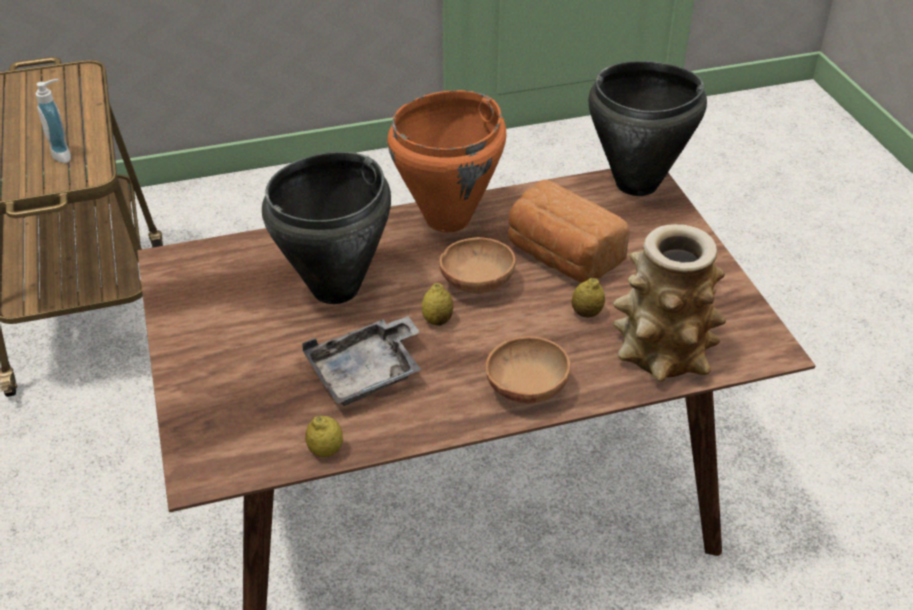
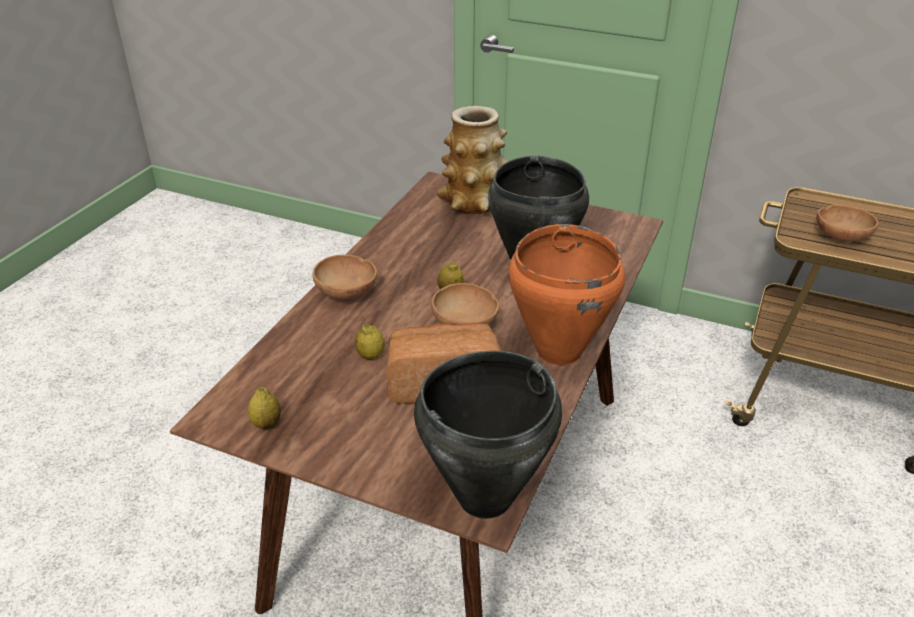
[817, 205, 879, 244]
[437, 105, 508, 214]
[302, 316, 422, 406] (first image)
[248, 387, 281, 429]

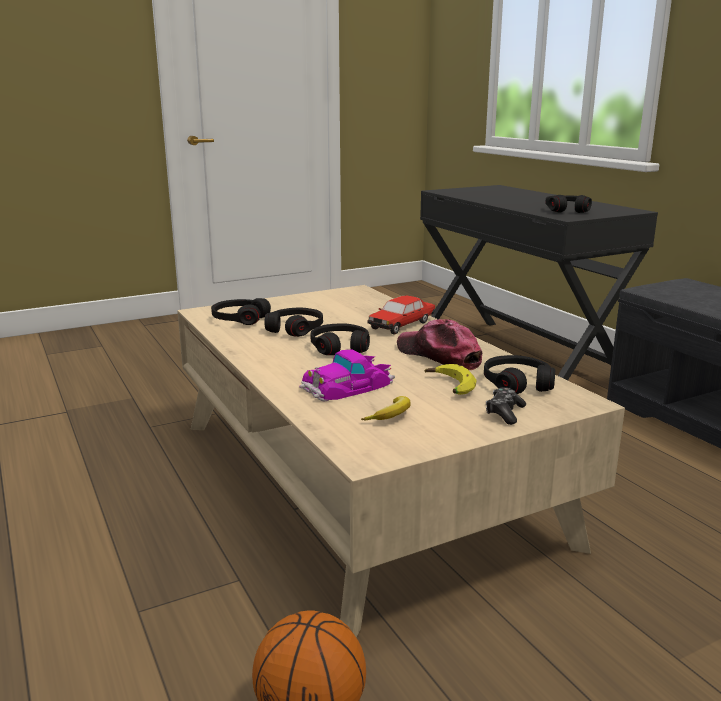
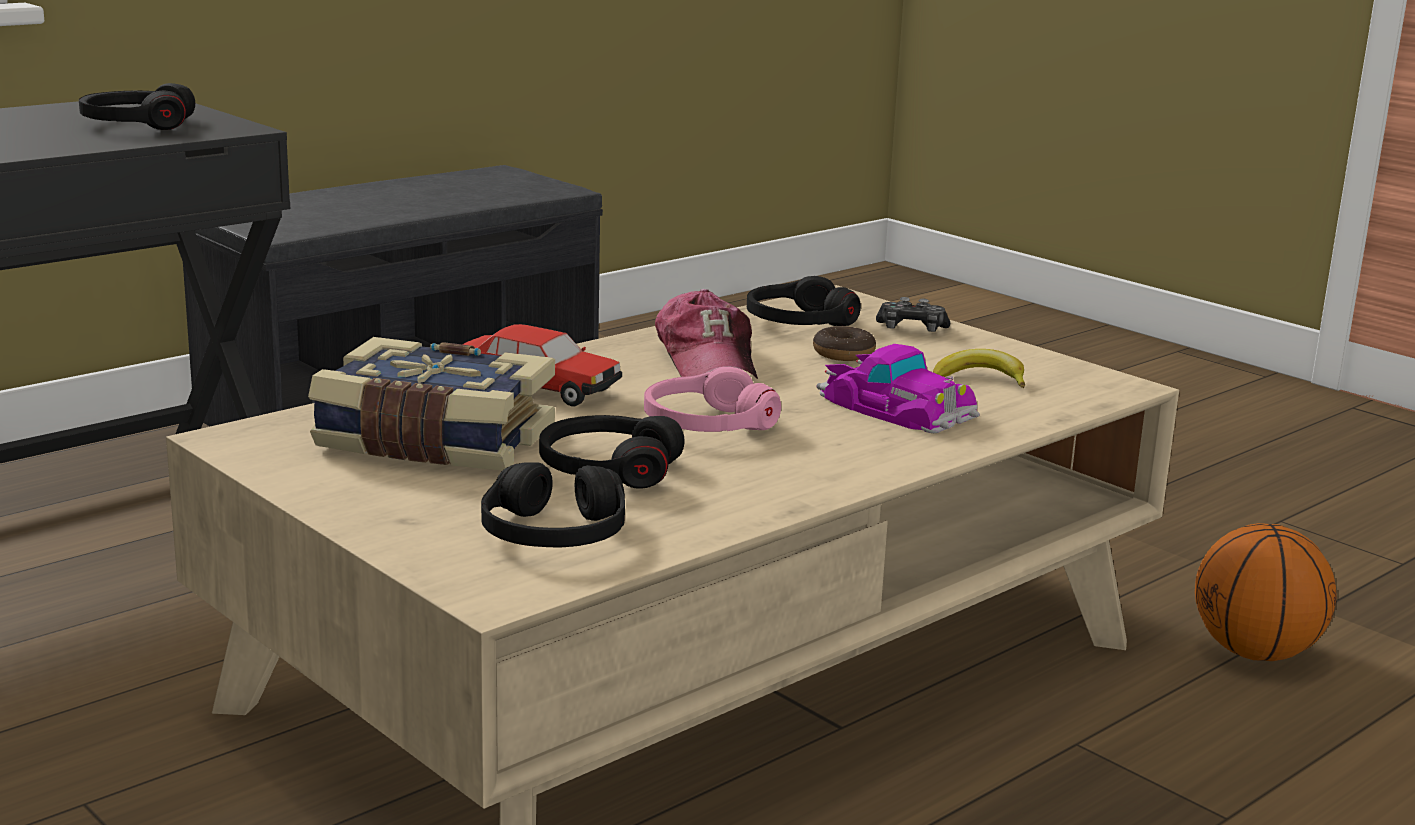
[655, 289, 758, 379]
[644, 367, 781, 432]
[813, 326, 876, 361]
[308, 337, 555, 471]

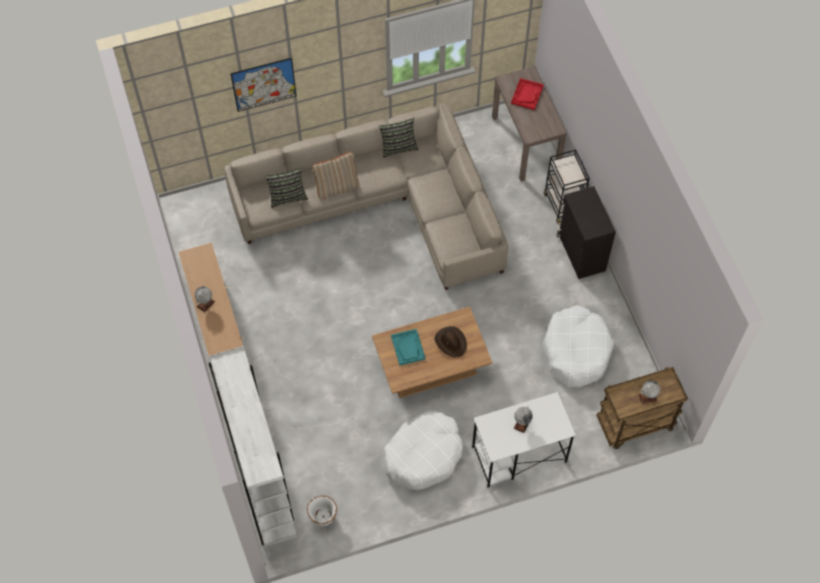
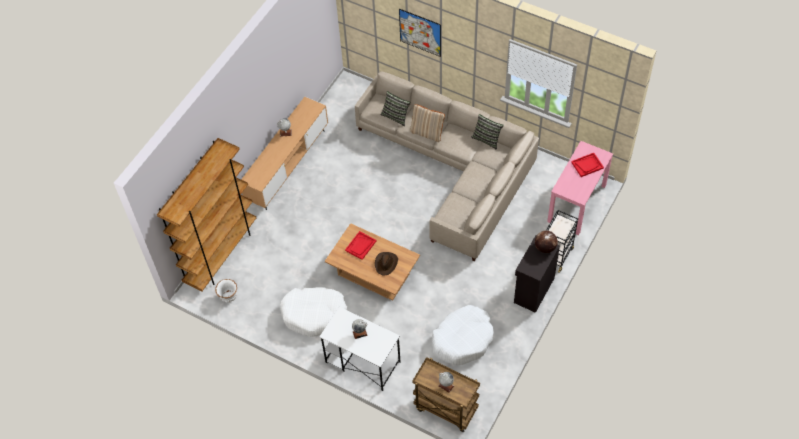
[547, 141, 613, 235]
[345, 231, 376, 260]
[157, 138, 256, 291]
[535, 230, 558, 253]

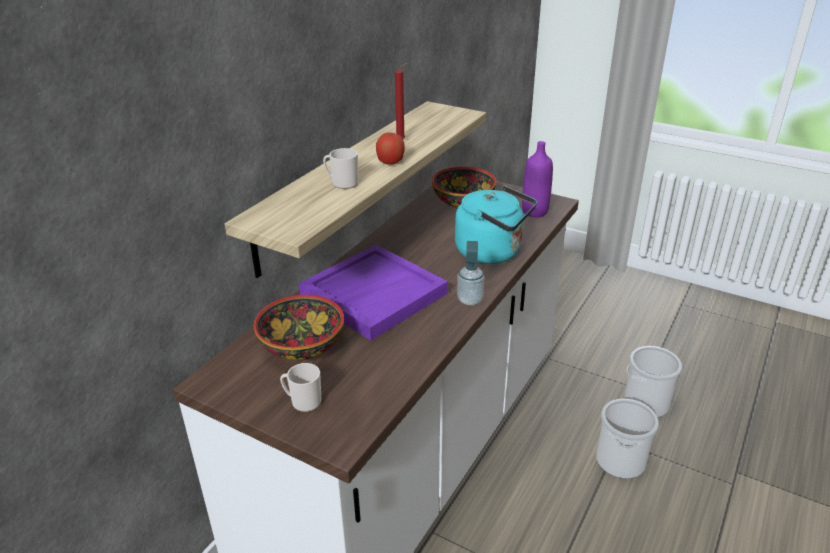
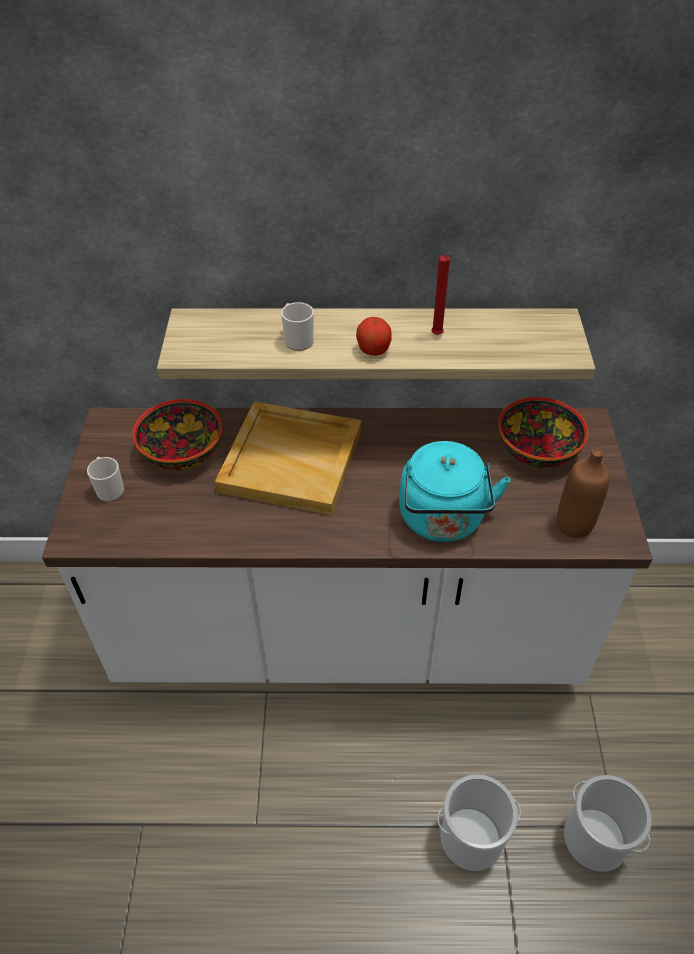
[557, 448, 610, 538]
[457, 241, 485, 305] (first image)
[215, 401, 361, 515]

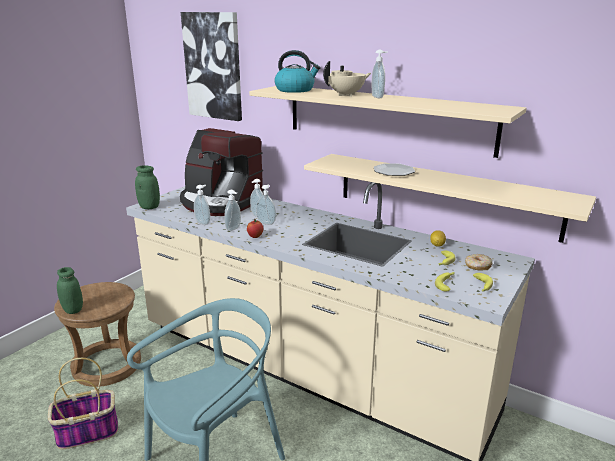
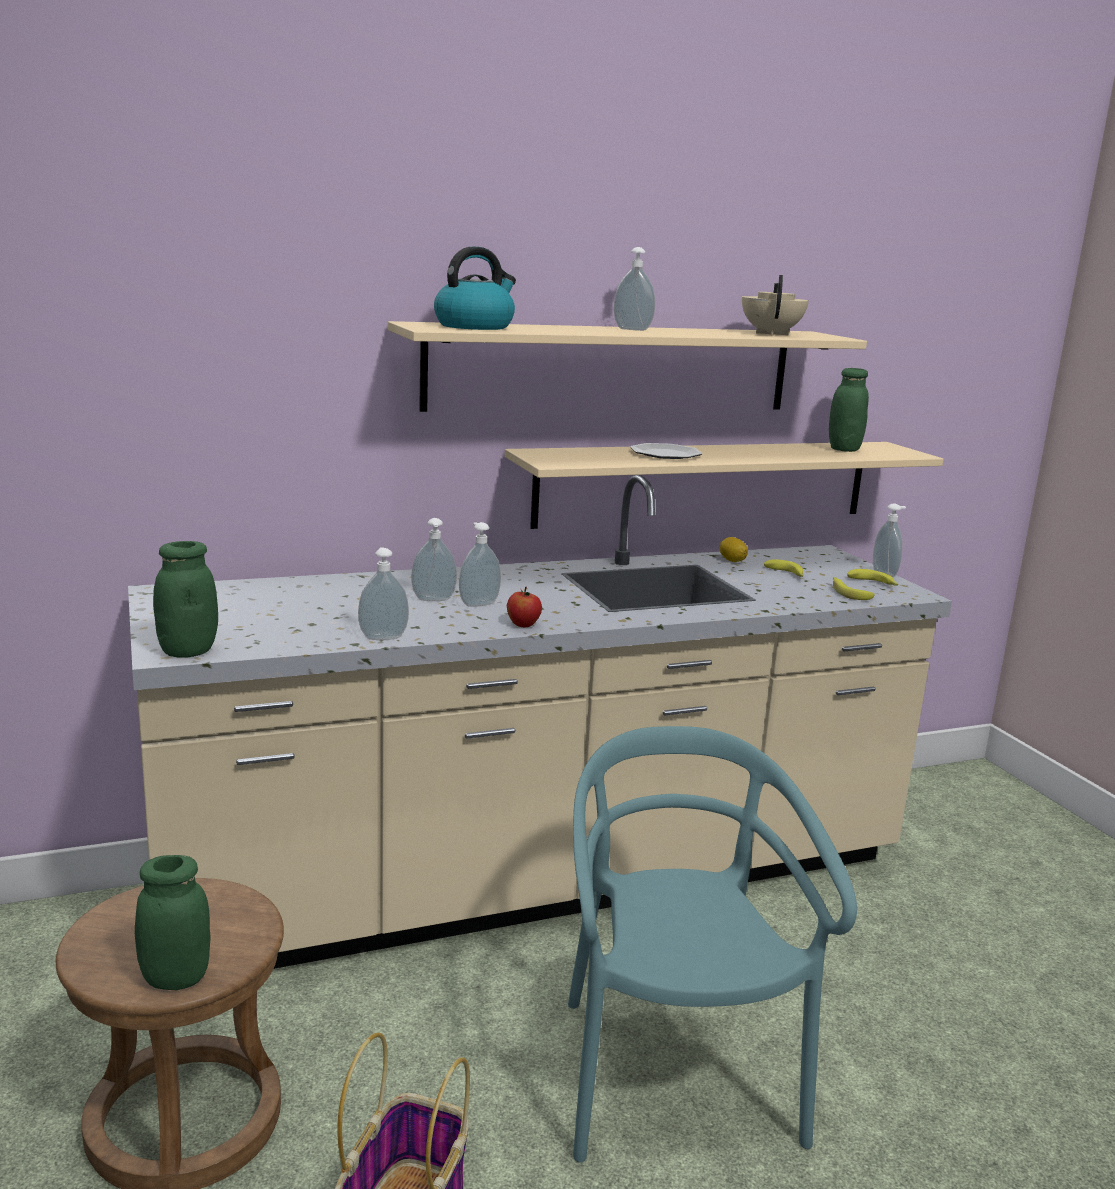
[181, 12, 242, 121] (first image)
[742, 275, 809, 335]
[180, 128, 265, 216] (first image)
[873, 503, 906, 577]
[465, 254, 492, 271] (first image)
[829, 368, 869, 452]

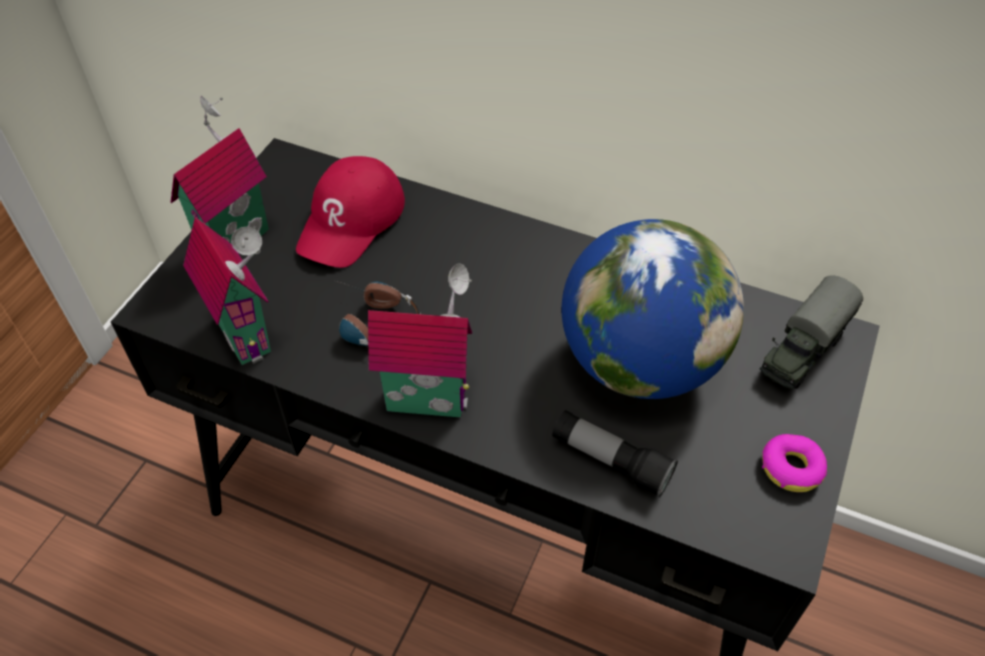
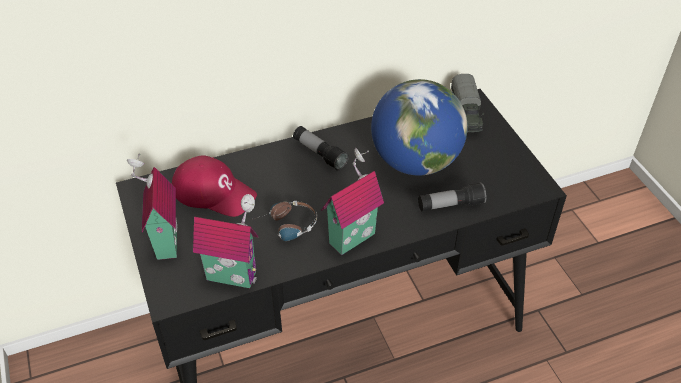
[171, 155, 257, 217]
[762, 434, 827, 492] (first image)
[293, 126, 349, 171]

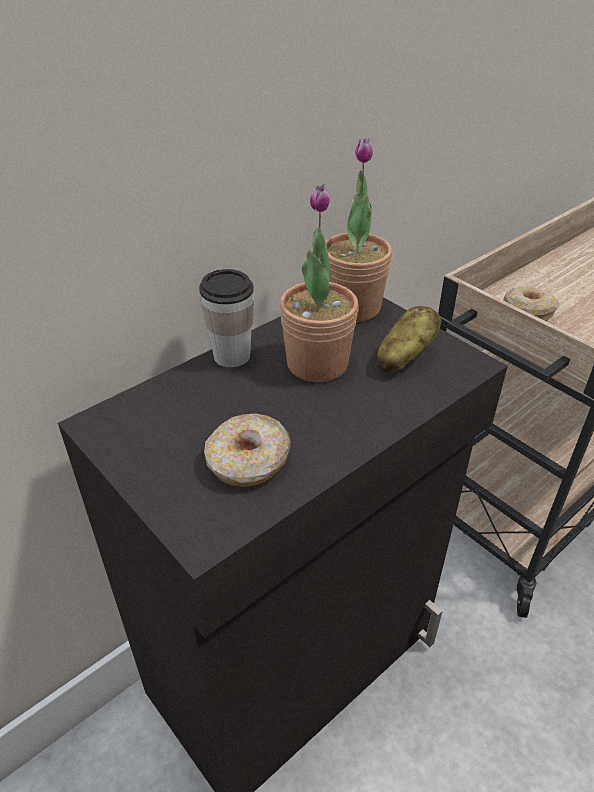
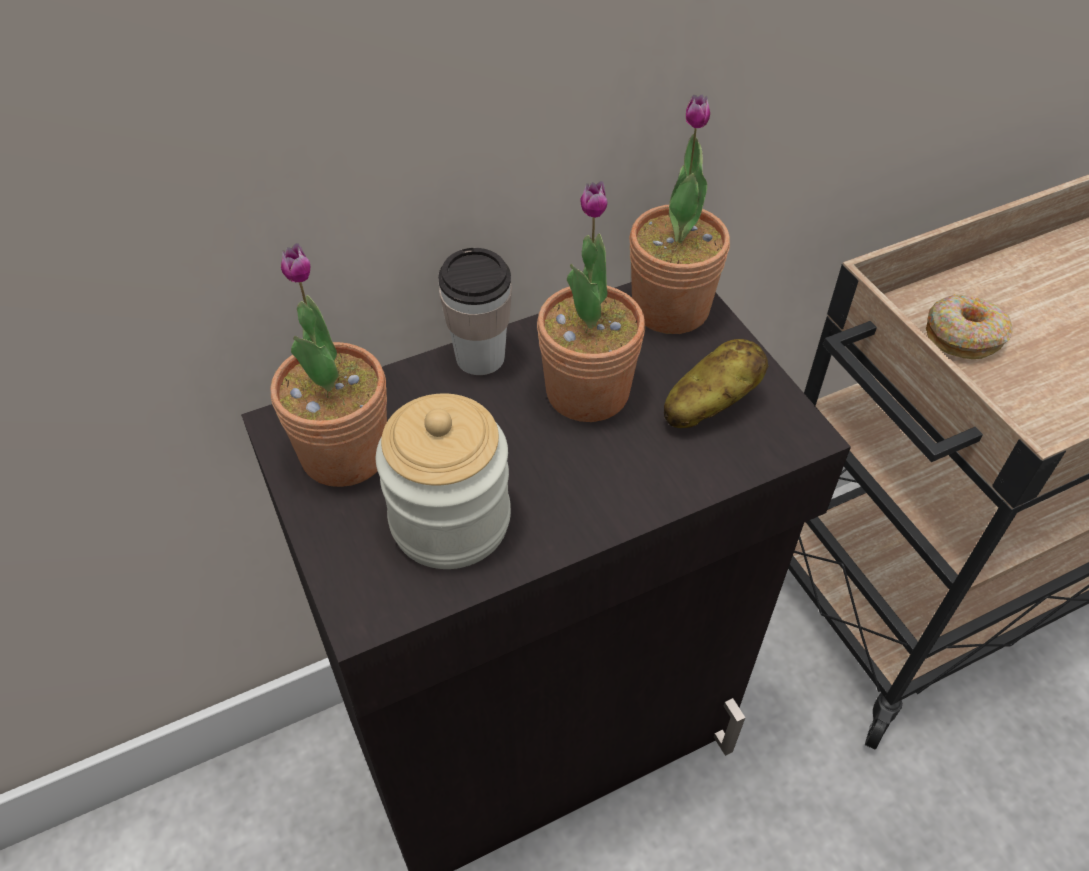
[376, 393, 511, 569]
[270, 243, 387, 487]

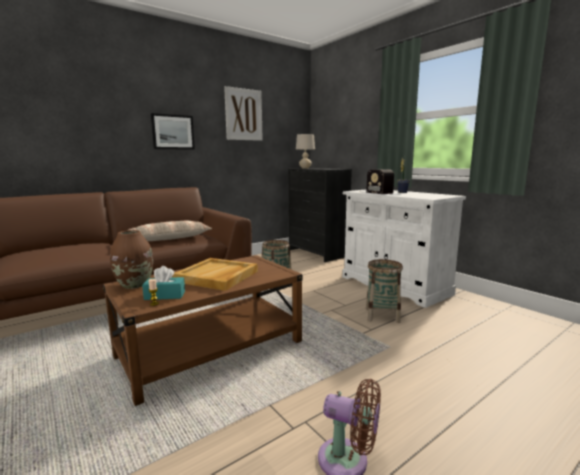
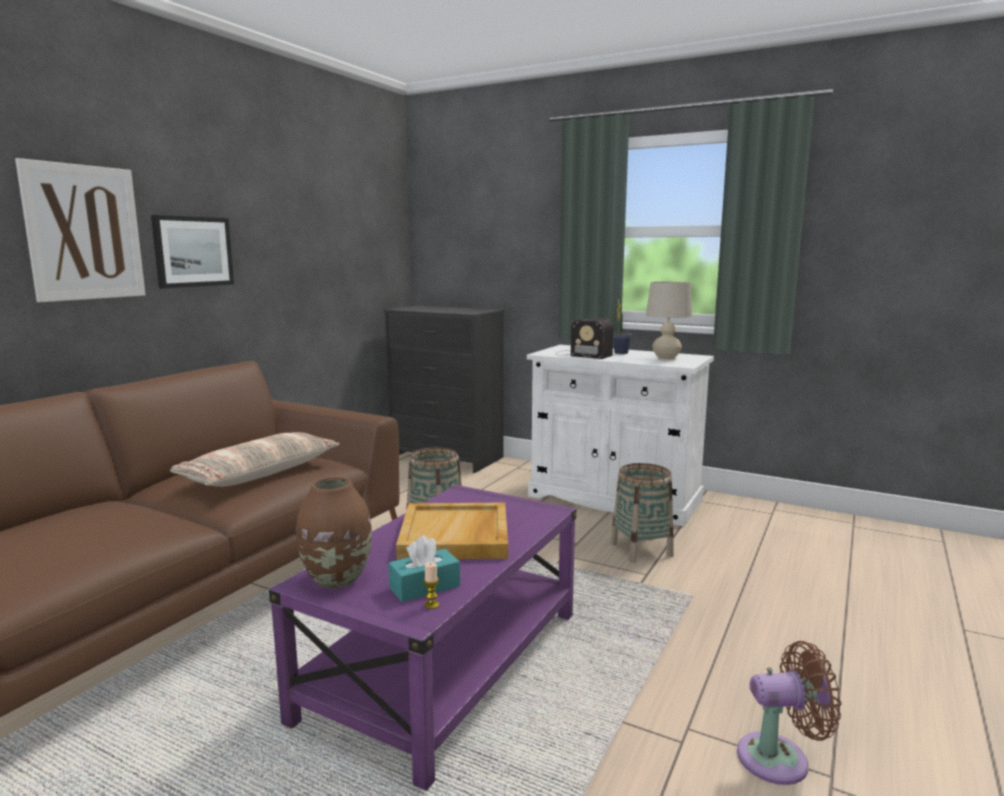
[15, 158, 146, 302]
[646, 281, 692, 360]
[269, 485, 576, 791]

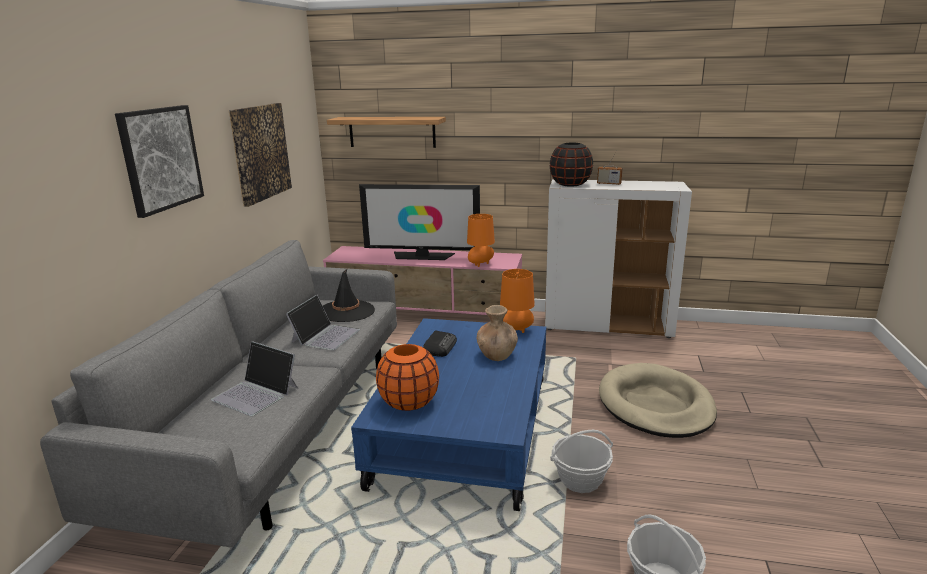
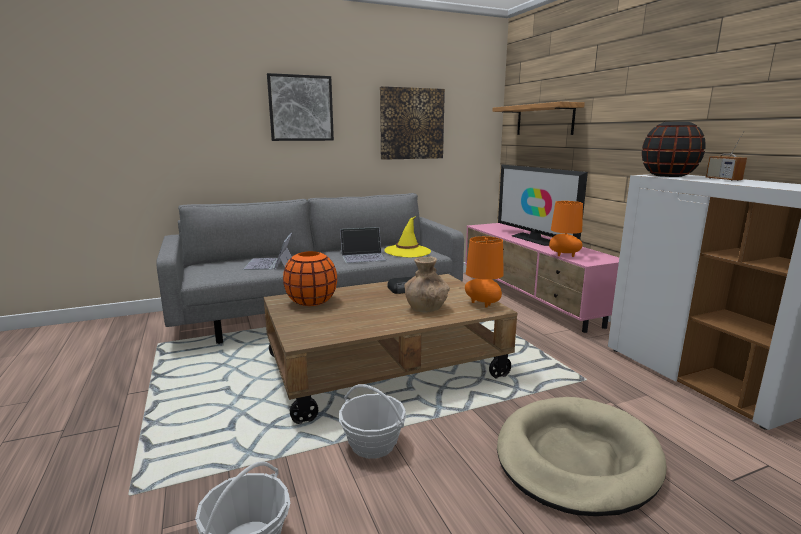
[384, 216, 431, 257]
[264, 274, 517, 424]

